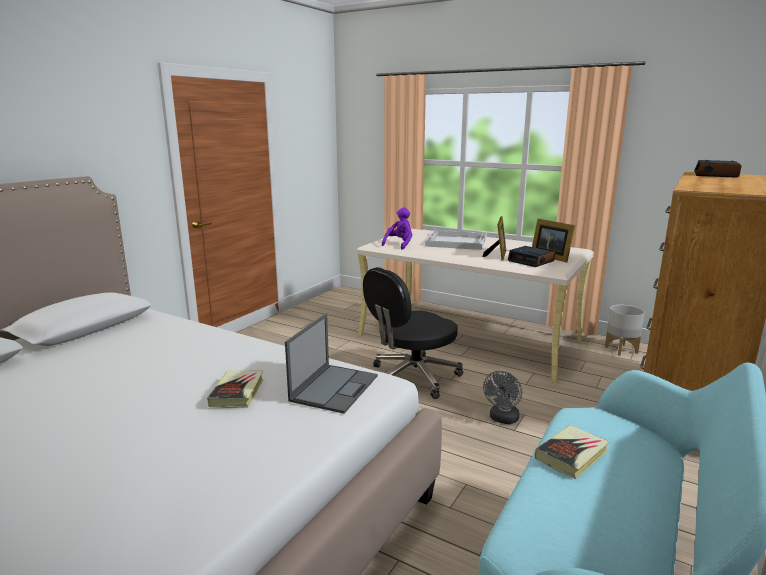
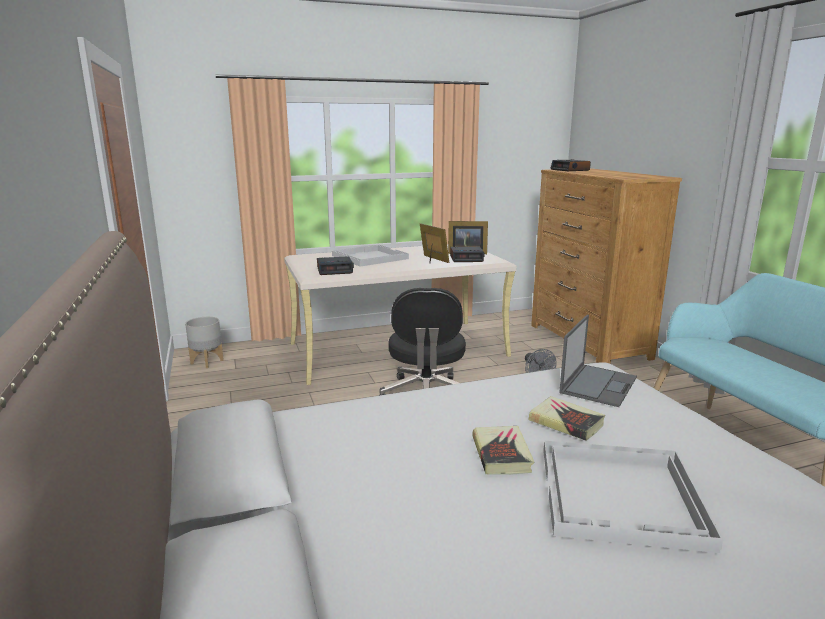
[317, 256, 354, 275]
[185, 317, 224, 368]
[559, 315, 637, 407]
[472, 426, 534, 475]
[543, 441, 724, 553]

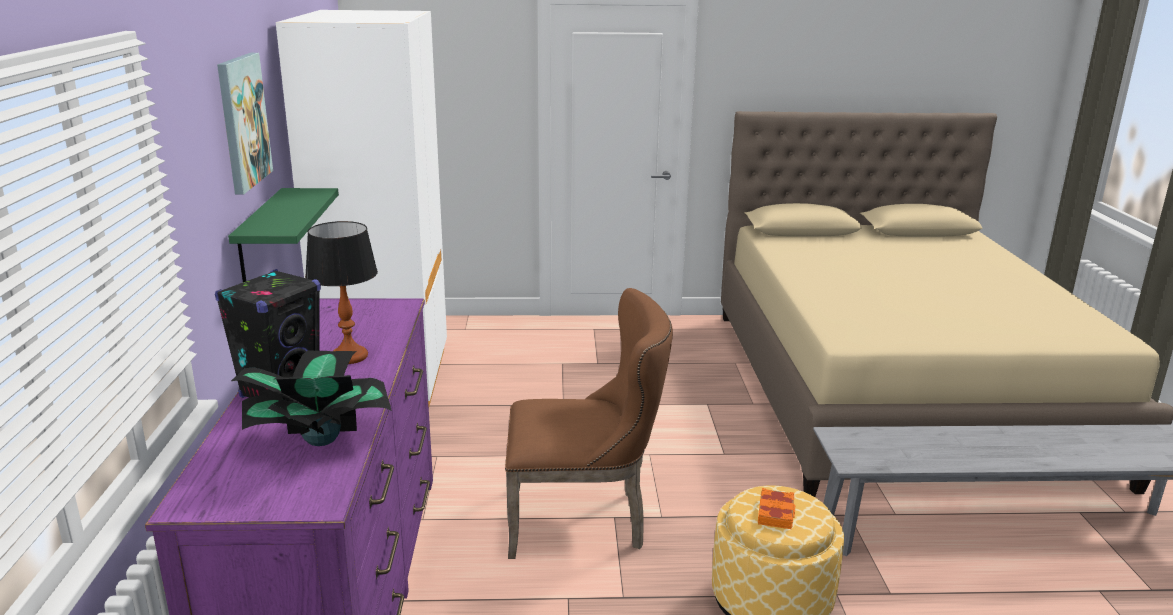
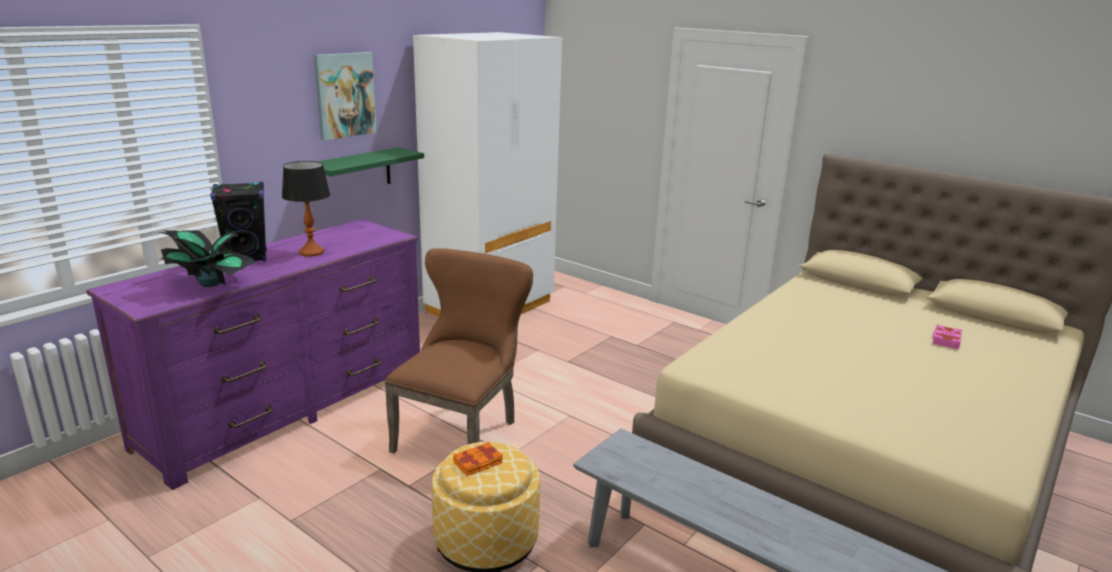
[385, 248, 533, 454]
[932, 324, 962, 349]

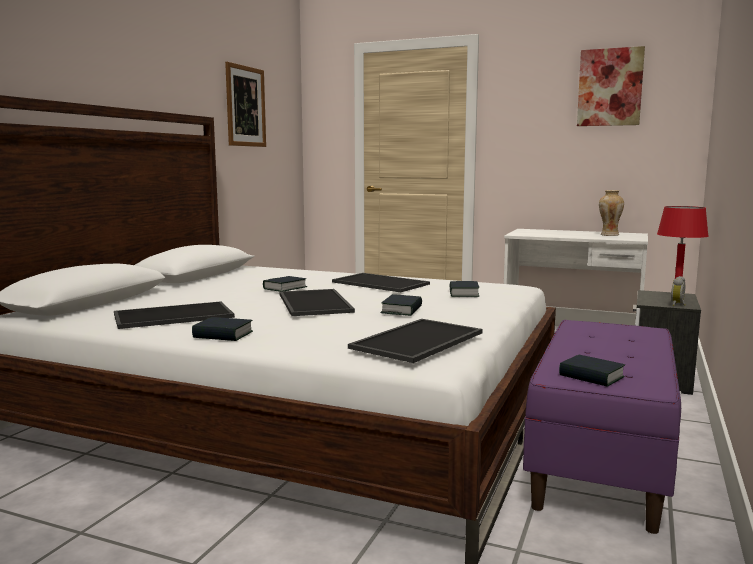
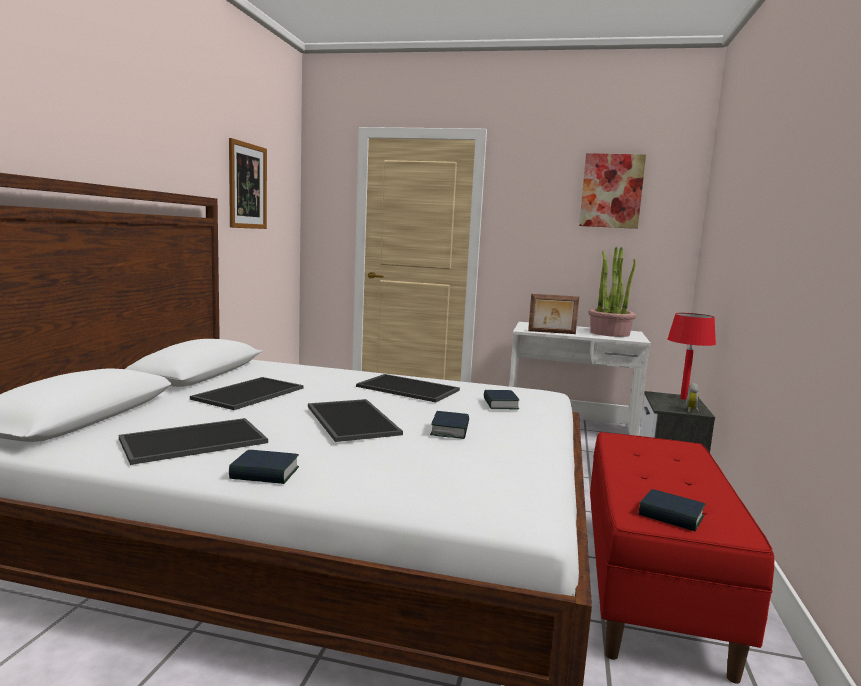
[588, 247, 636, 337]
[263, 276, 307, 292] (first image)
[190, 377, 304, 410]
[590, 432, 774, 684]
[528, 294, 579, 334]

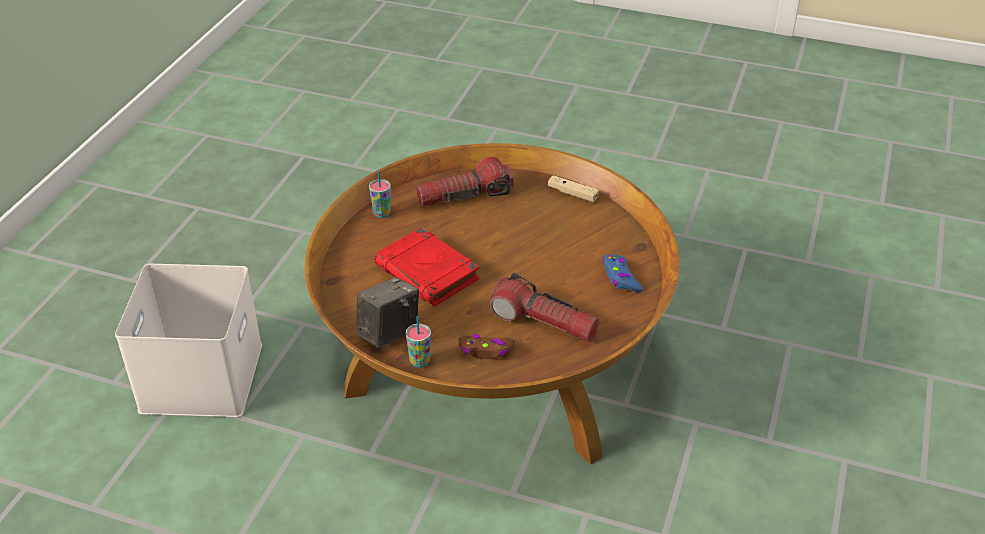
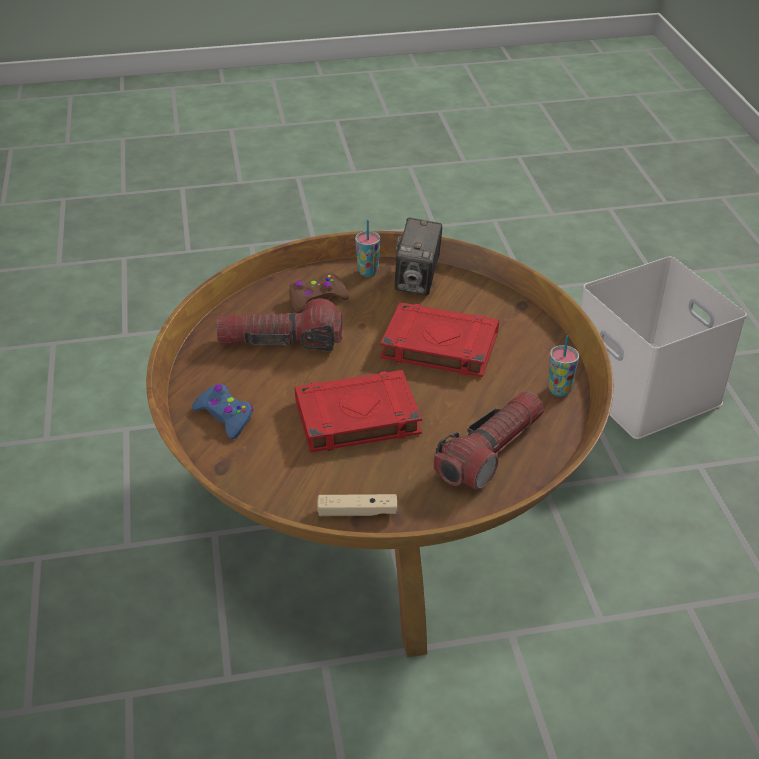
[295, 370, 422, 453]

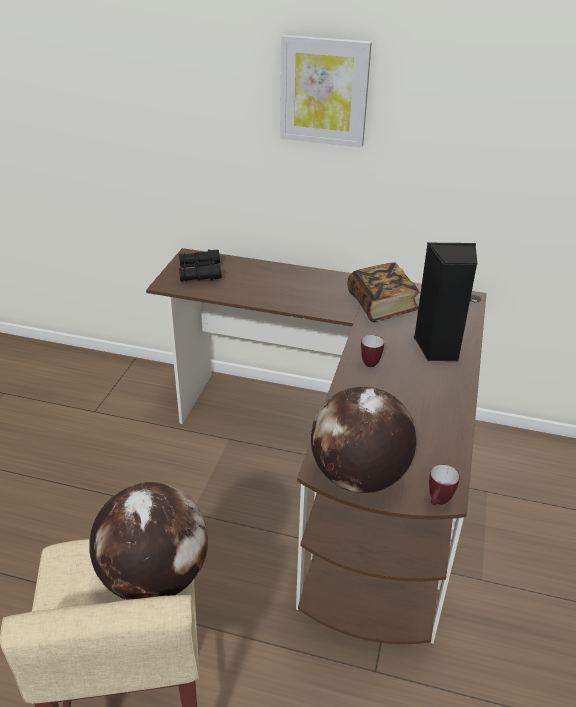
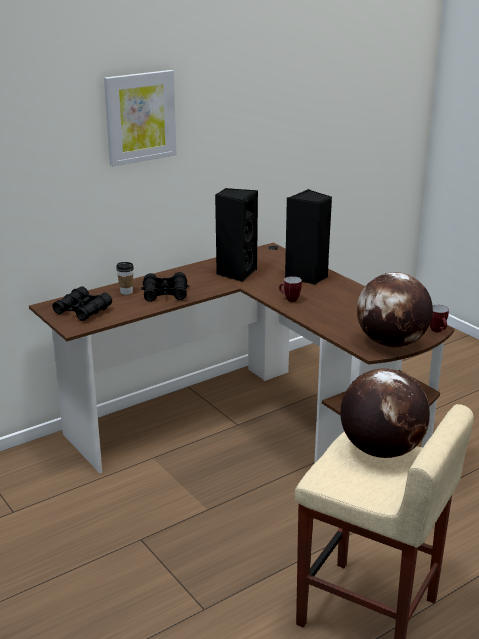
[215, 188, 258, 282]
[116, 262, 134, 295]
[141, 272, 189, 302]

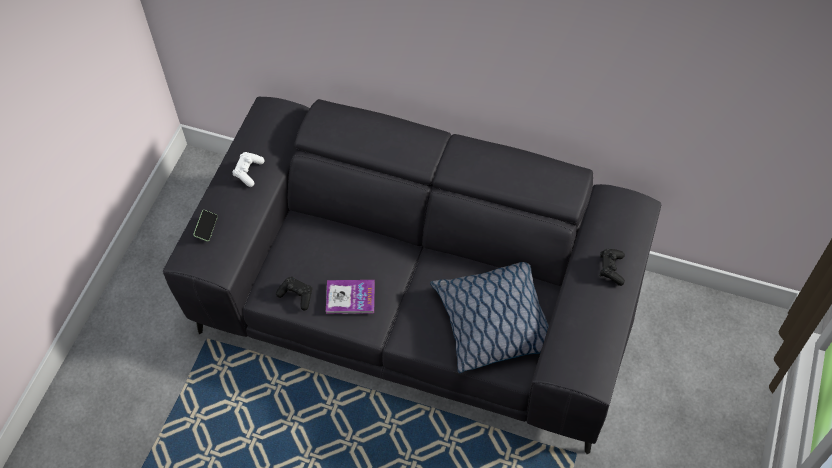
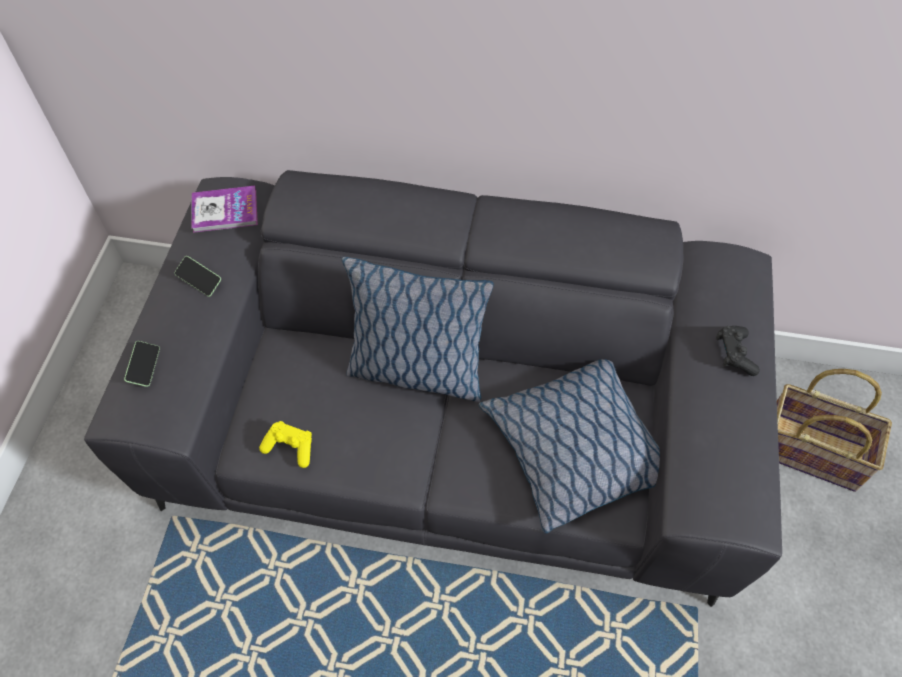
[174, 256, 221, 297]
[259, 421, 312, 468]
[191, 186, 258, 233]
[342, 257, 494, 402]
[777, 369, 892, 492]

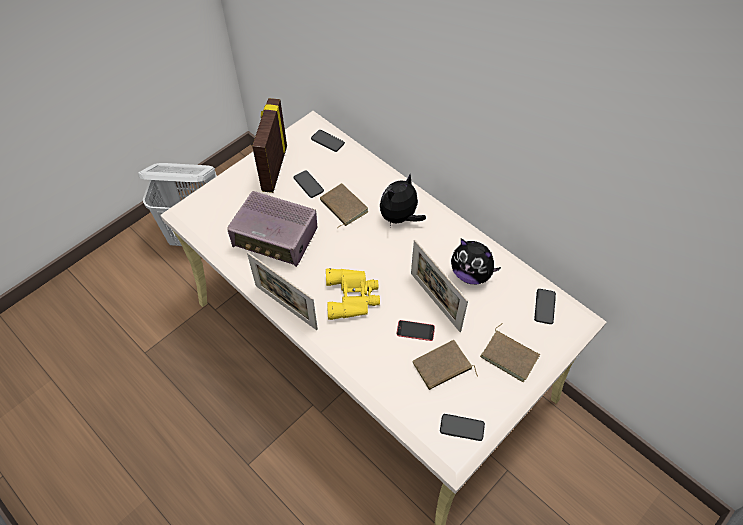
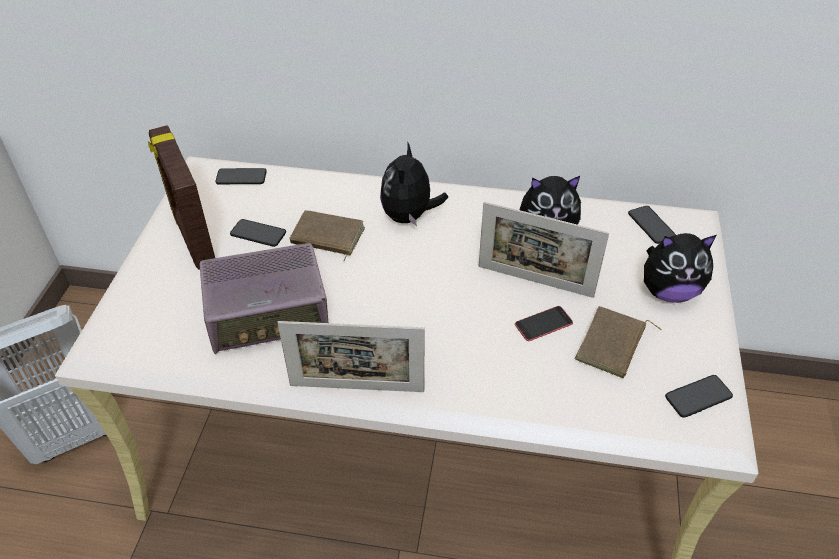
[326, 268, 380, 320] (first image)
[644, 233, 717, 303]

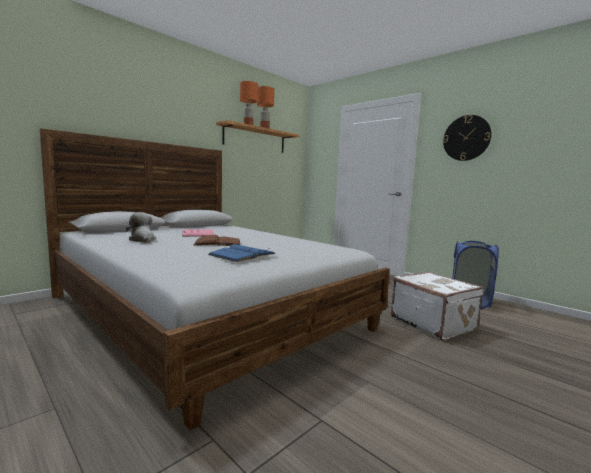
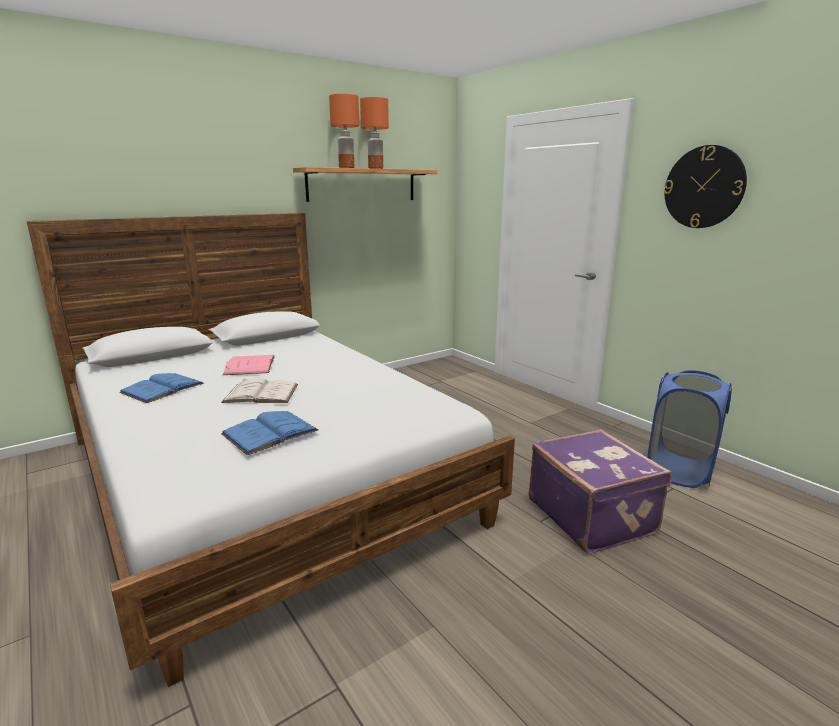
[119, 373, 204, 403]
[221, 378, 298, 403]
[529, 429, 672, 554]

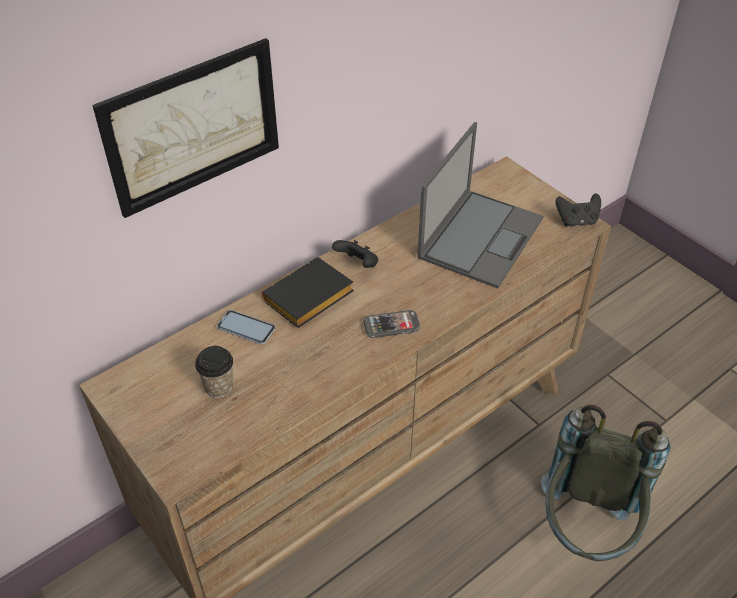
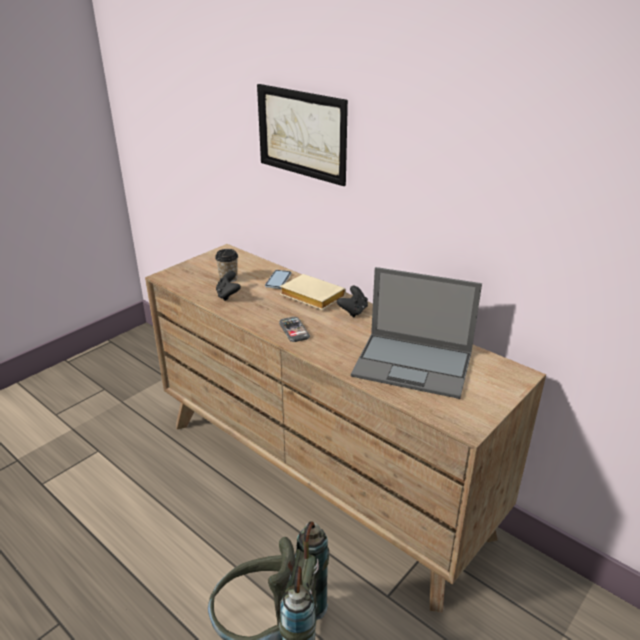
[216, 271, 241, 301]
[280, 274, 346, 310]

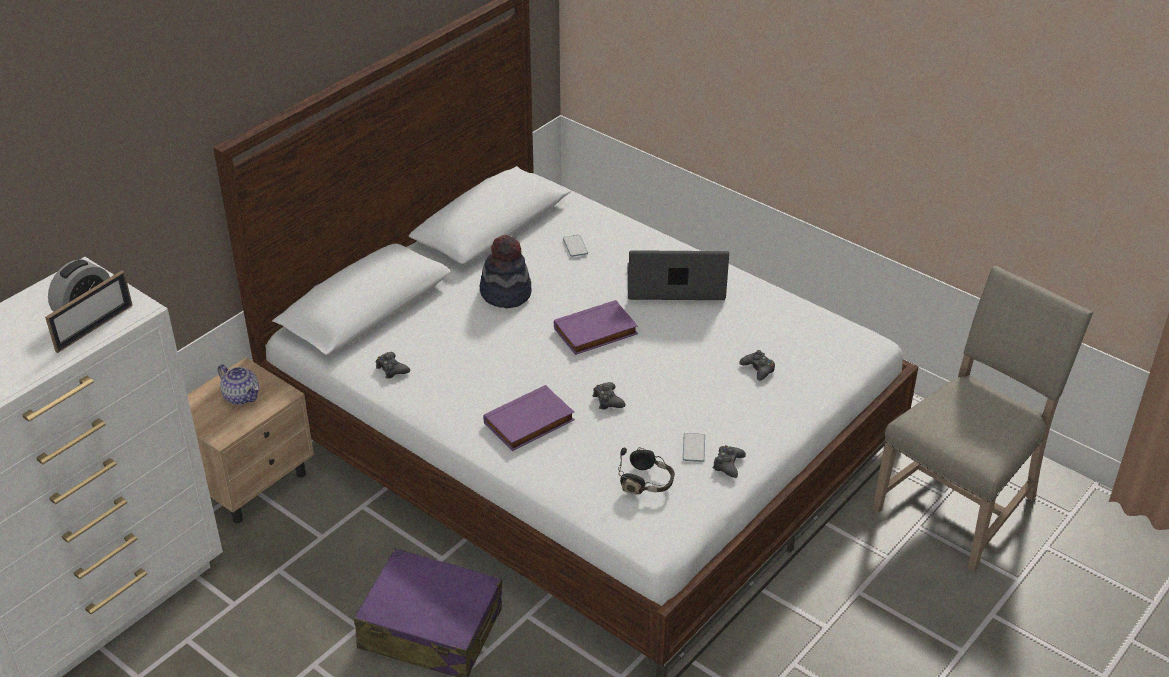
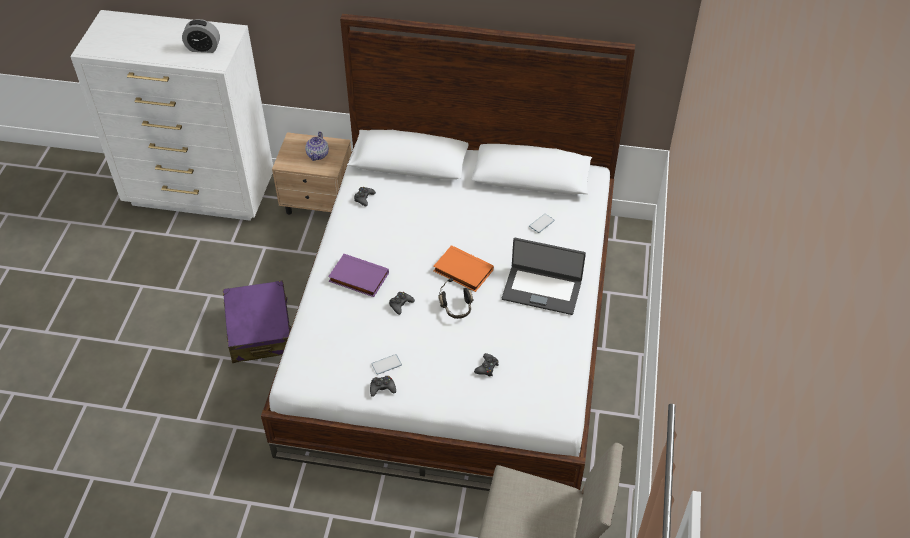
[480, 235, 532, 308] (first image)
[502, 238, 586, 315]
[45, 270, 133, 353] (first image)
[433, 245, 494, 292]
[438, 278, 474, 319]

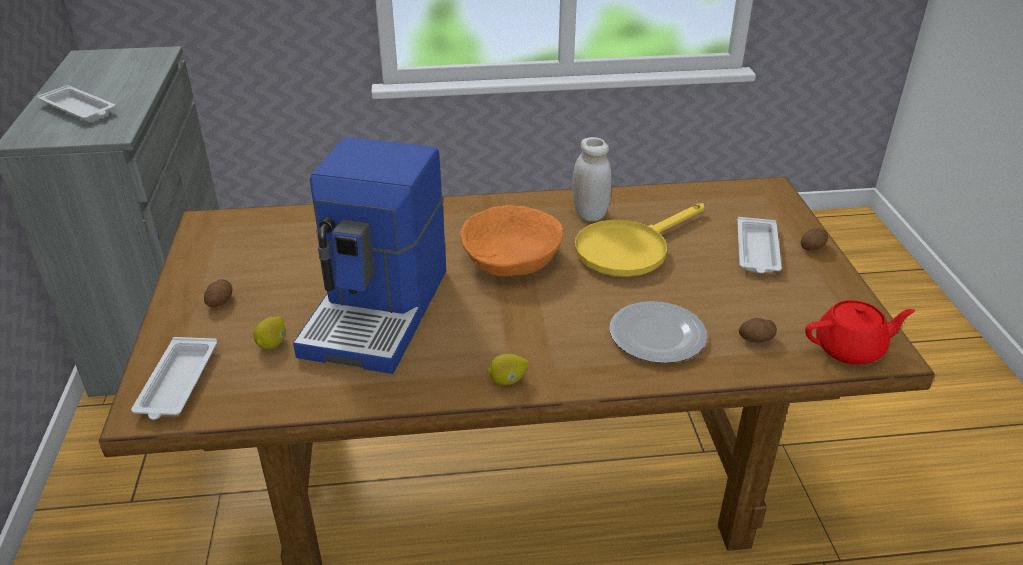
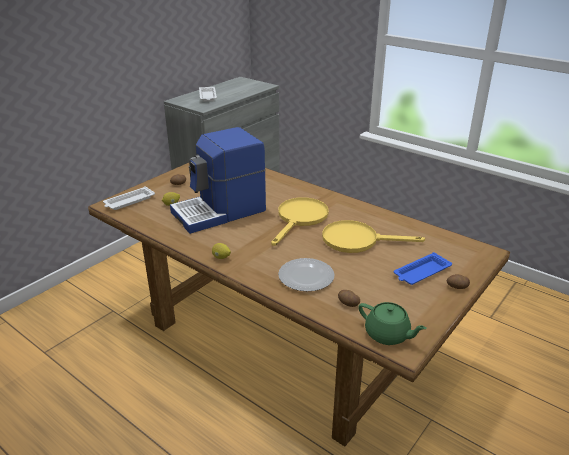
[572, 137, 611, 221] (first image)
[271, 197, 329, 246]
[394, 252, 452, 285]
[358, 302, 427, 345]

